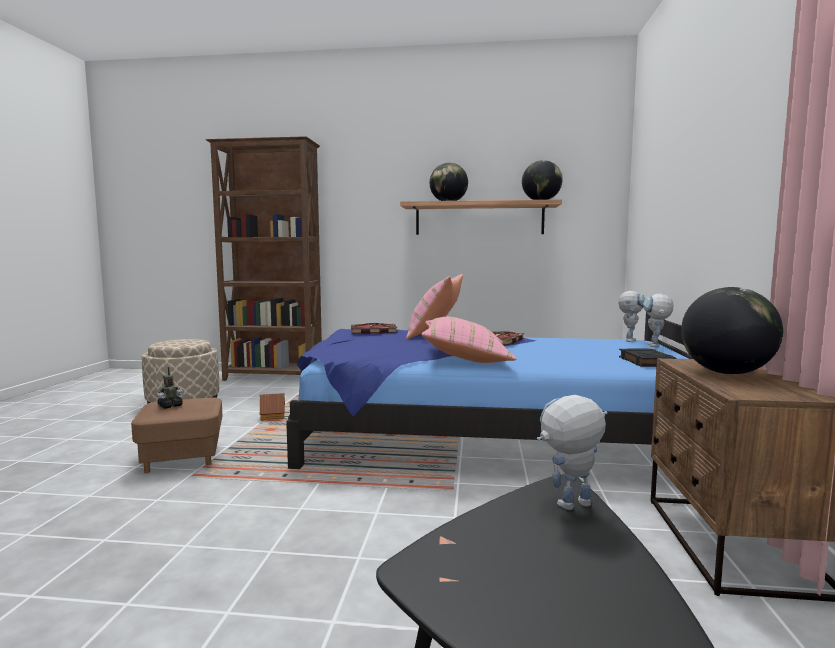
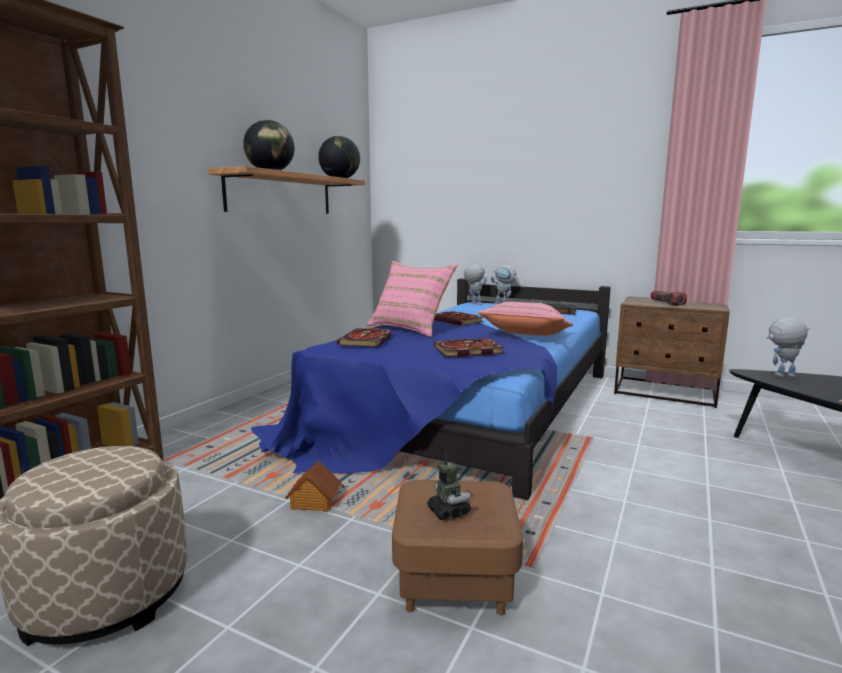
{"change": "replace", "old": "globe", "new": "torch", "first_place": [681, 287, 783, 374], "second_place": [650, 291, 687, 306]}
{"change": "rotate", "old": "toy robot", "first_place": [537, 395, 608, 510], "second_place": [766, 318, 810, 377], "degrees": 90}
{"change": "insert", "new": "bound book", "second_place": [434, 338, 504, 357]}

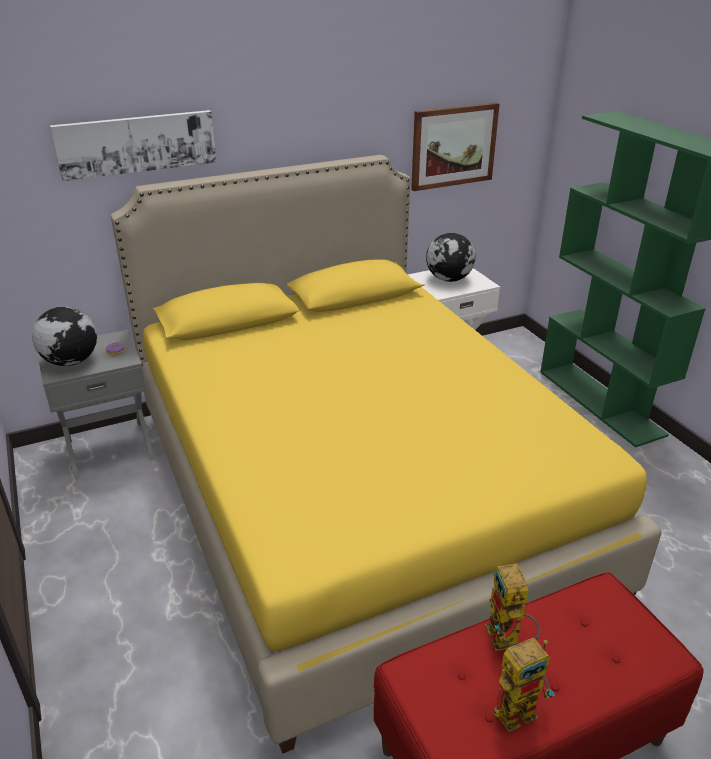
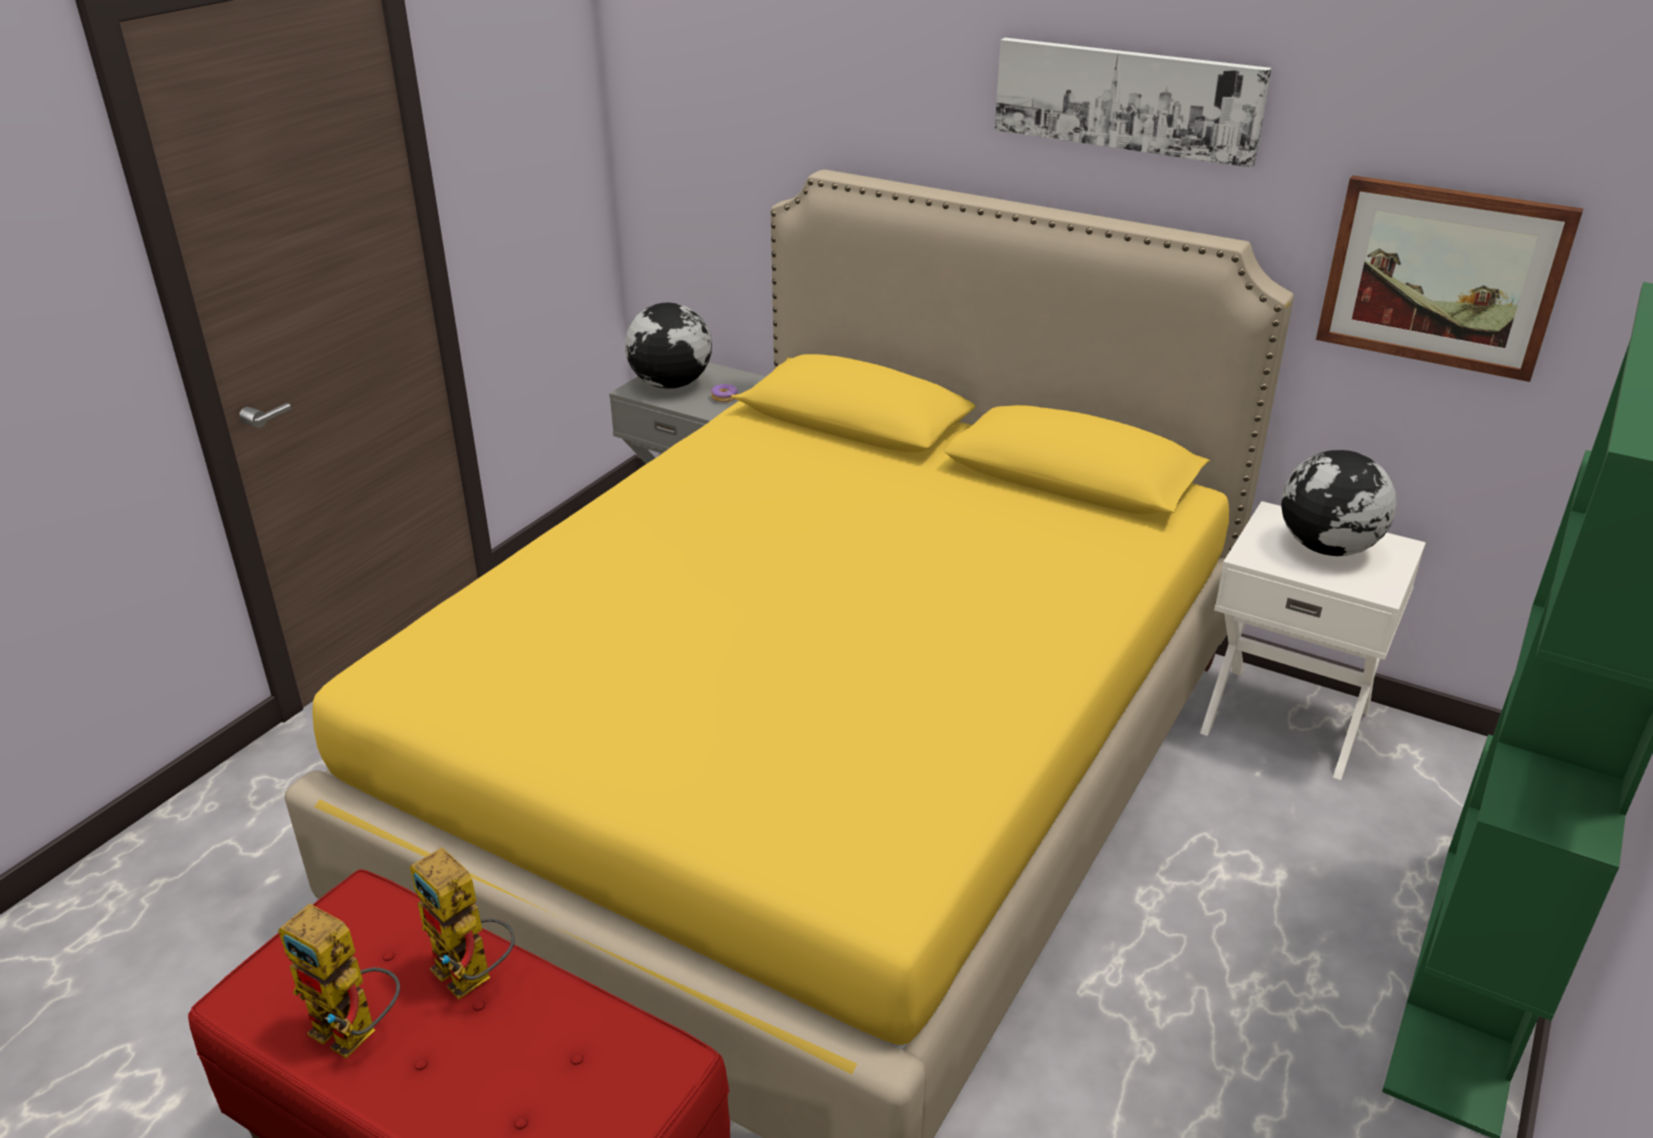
{"change": "move", "old": "wall art", "first_place": [50, 110, 217, 181], "second_place": [995, 38, 1272, 168]}
{"change": "rotate", "old": "toy robot", "first_place": [485, 563, 540, 651], "second_place": [410, 847, 515, 1000], "degrees": -90}

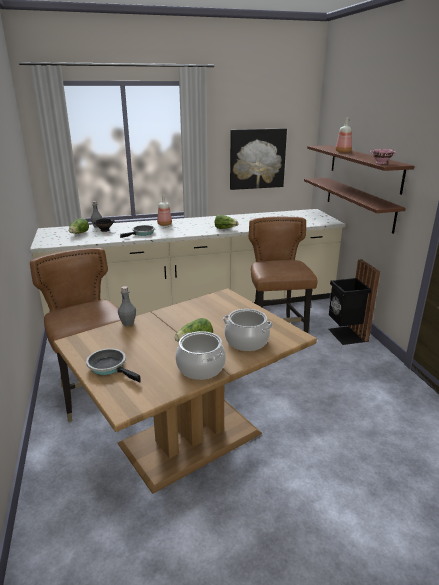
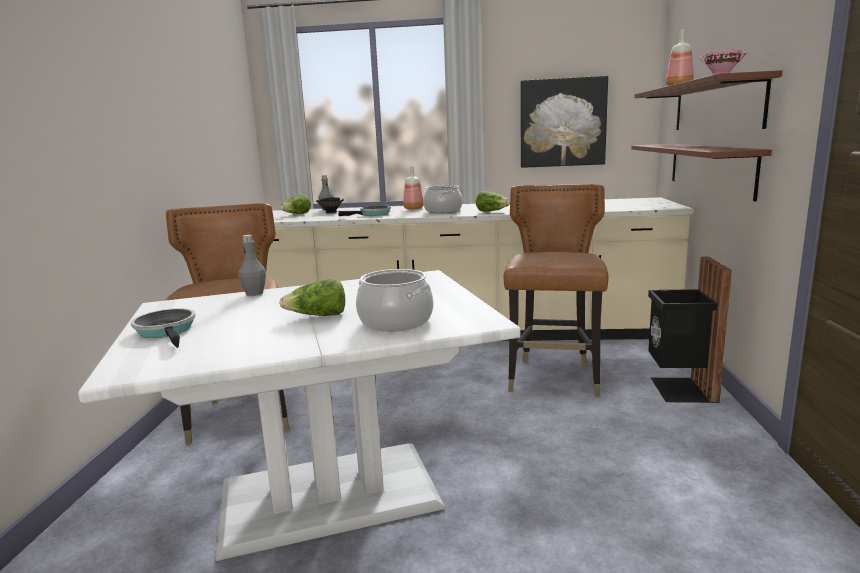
{"change": "recolor", "old": "brown-coloured kitchen table", "new": "white kitchen table", "first_place": [53, 289, 317, 494], "second_place": [78, 270, 521, 561]}
{"change": "move", "old": "saucepot", "first_place": [176, 331, 226, 380], "second_place": [423, 185, 462, 213]}

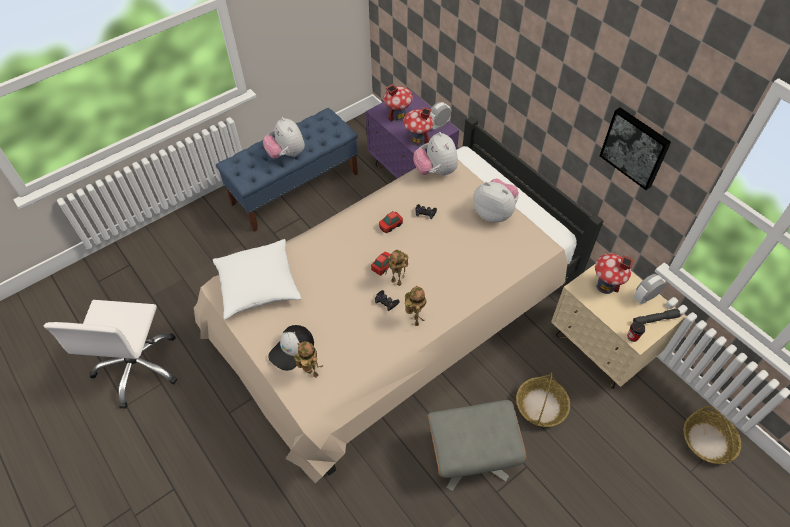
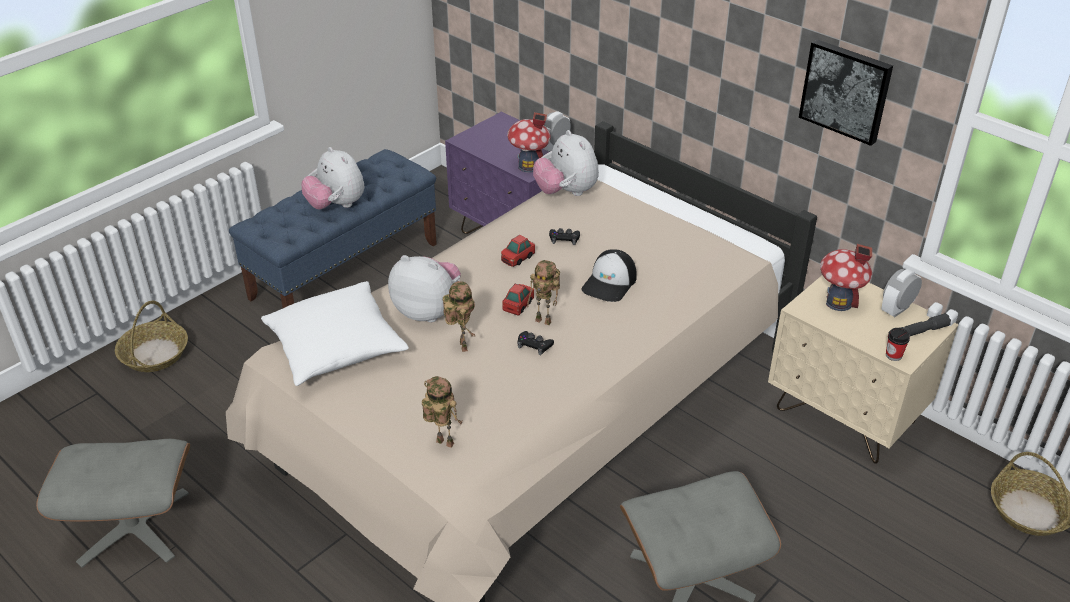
{"change": "delete", "old": "toy house", "first_place": [384, 84, 413, 121]}
{"change": "move", "old": "cuddly toy", "first_place": [473, 179, 519, 222], "second_place": [388, 255, 461, 322]}
{"change": "move", "old": "toy robot", "first_place": [405, 286, 427, 326], "second_place": [443, 281, 476, 352]}
{"change": "replace", "old": "white office chair", "new": "grey ottoman", "first_place": [44, 300, 177, 409], "second_place": [36, 439, 190, 568]}
{"change": "move", "old": "baseball cap", "first_place": [268, 325, 314, 371], "second_place": [581, 249, 637, 302]}
{"change": "move", "old": "storage basket", "first_place": [516, 372, 570, 427], "second_place": [115, 301, 188, 372]}

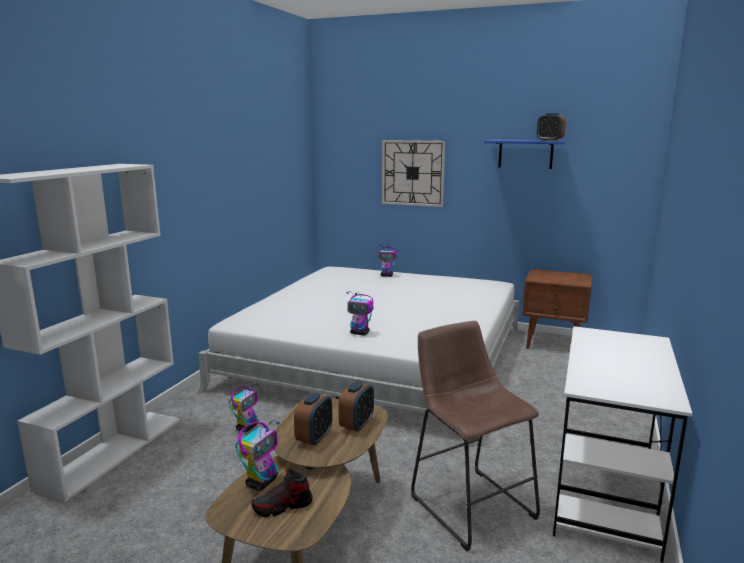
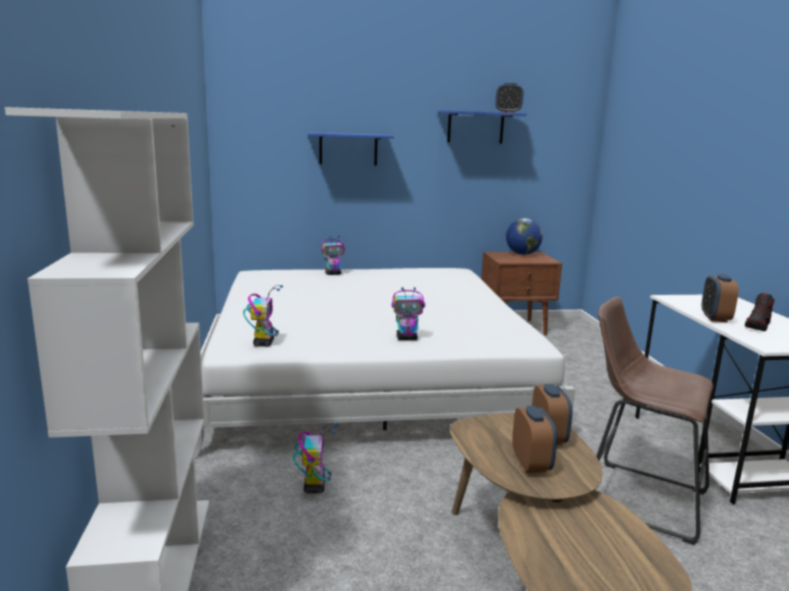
{"change": "replace", "old": "hanging clock", "new": "blue bracket shelf", "first_place": [382, 140, 445, 207], "second_place": [308, 132, 394, 165]}
{"change": "move", "old": "toy robot", "first_place": [235, 420, 280, 491], "second_place": [243, 285, 283, 347]}
{"change": "move", "old": "low shoe", "first_place": [251, 469, 313, 517], "second_place": [745, 293, 774, 331]}
{"change": "insert", "new": "globe", "second_place": [506, 218, 543, 255]}
{"change": "insert", "new": "bedside clock", "second_place": [702, 274, 739, 322]}

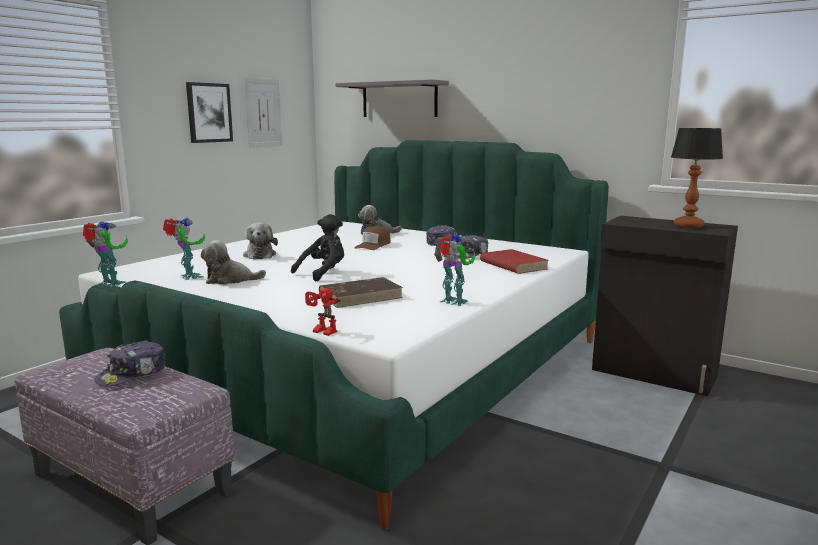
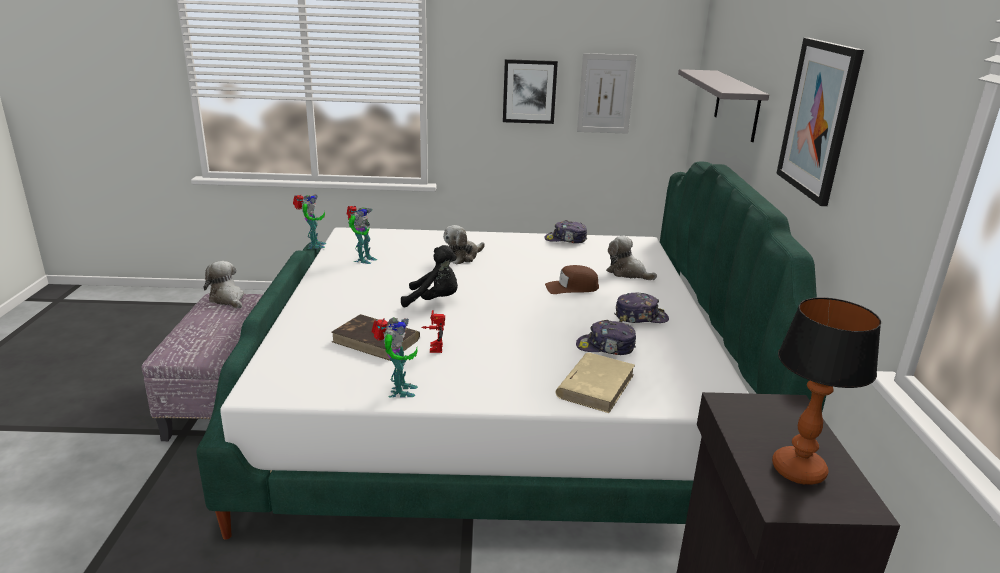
{"change": "move", "old": "cuddly toy", "first_place": [201, 240, 266, 285], "second_place": [204, 261, 244, 308]}
{"change": "recolor", "old": "red-coloured bound book", "new": "sand-coloured bound book", "first_place": [480, 249, 549, 274], "second_place": [555, 353, 635, 413]}
{"change": "move", "old": "toy robot", "first_place": [305, 288, 341, 336], "second_place": [421, 310, 445, 353]}
{"change": "move", "old": "baseball cap", "first_place": [94, 340, 165, 387], "second_place": [545, 220, 587, 243]}
{"change": "insert", "new": "wall art", "second_place": [776, 38, 864, 206]}

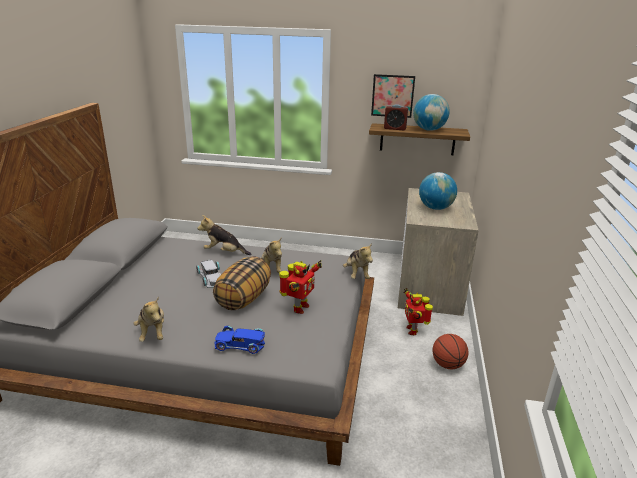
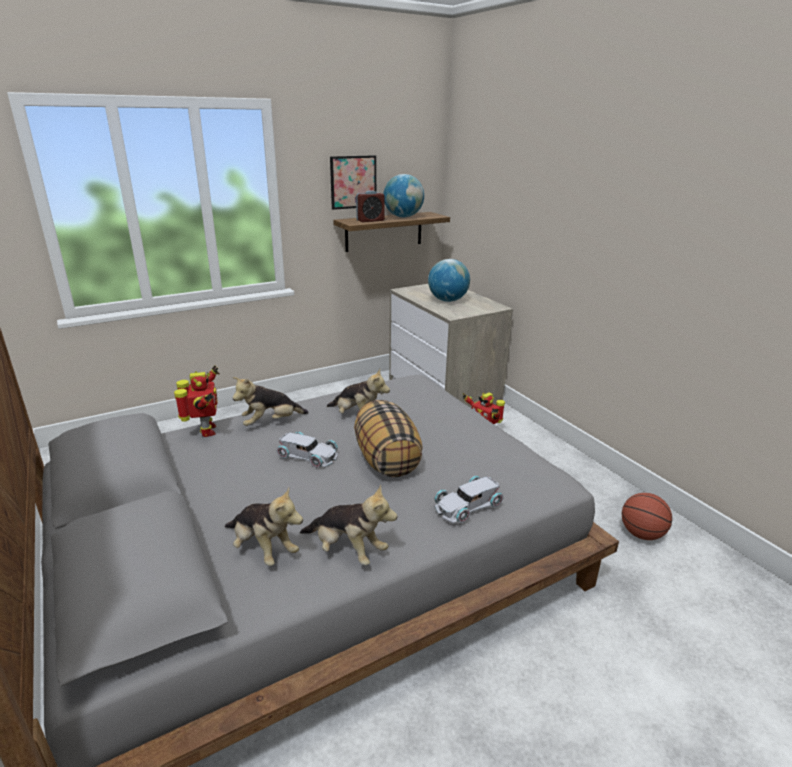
{"change": "move", "old": "cuddly toy", "first_place": [343, 243, 373, 279], "second_place": [225, 487, 303, 566]}
{"change": "move", "old": "toy robot", "first_place": [279, 260, 322, 314], "second_place": [174, 366, 219, 437]}
{"change": "recolor", "old": "blue toy car", "new": "white toy car", "first_place": [214, 325, 265, 354], "second_place": [434, 476, 503, 524]}
{"change": "move", "old": "basketball ball", "first_place": [433, 334, 469, 369], "second_place": [622, 493, 672, 540]}

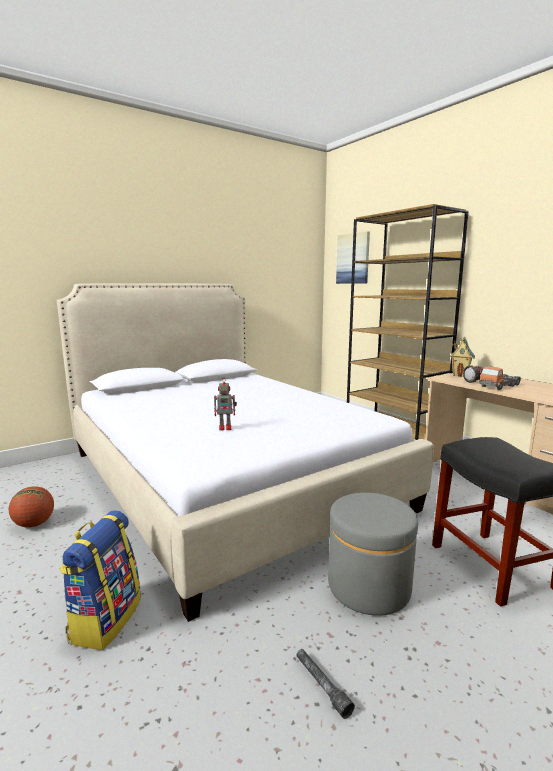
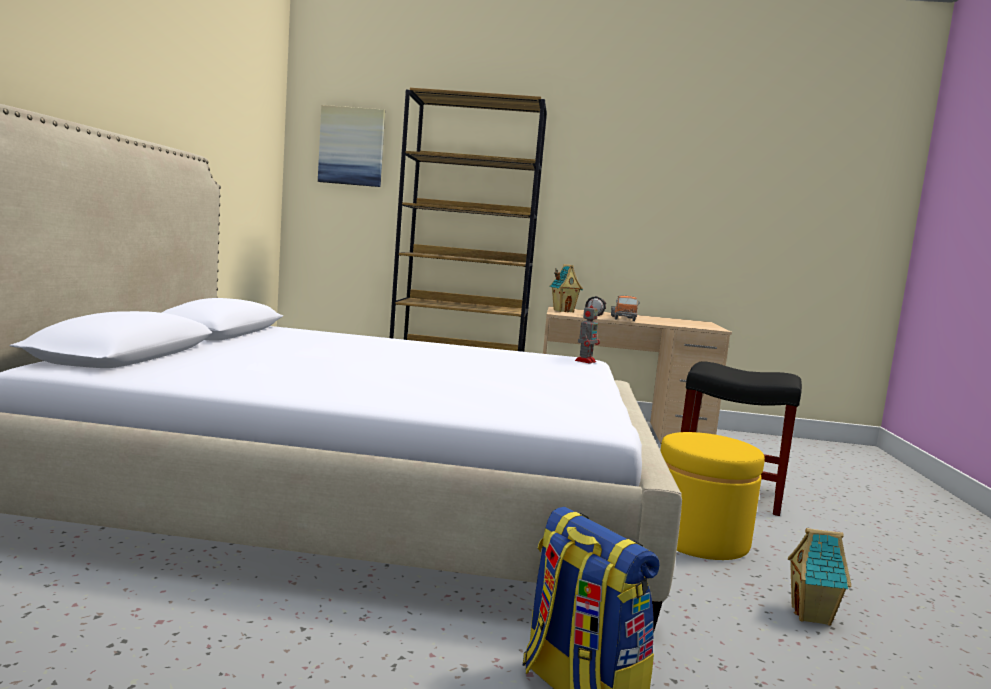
{"change": "move", "old": "toy robot", "first_place": [214, 379, 237, 430], "second_place": [575, 300, 600, 364]}
{"change": "delete", "old": "basketball ball", "first_place": [9, 486, 54, 527]}
{"change": "recolor", "old": "grey ottoman", "new": "yellow ottoman", "first_place": [328, 493, 418, 616], "second_place": [661, 432, 765, 560]}
{"change": "replace", "old": "grey torch", "new": "toy house", "first_place": [297, 649, 355, 719], "second_place": [788, 528, 851, 626]}

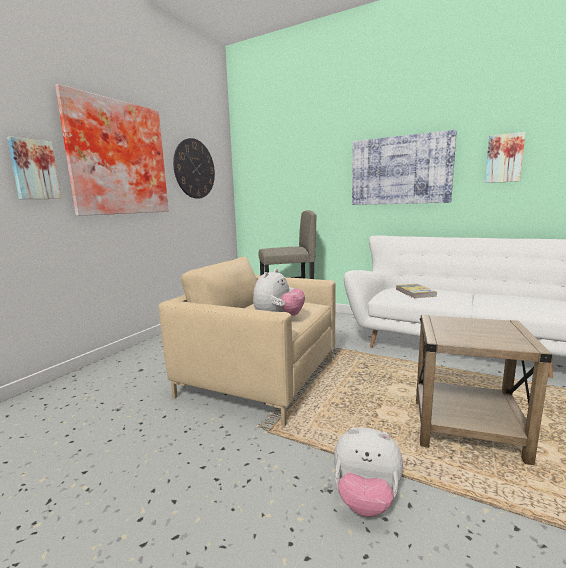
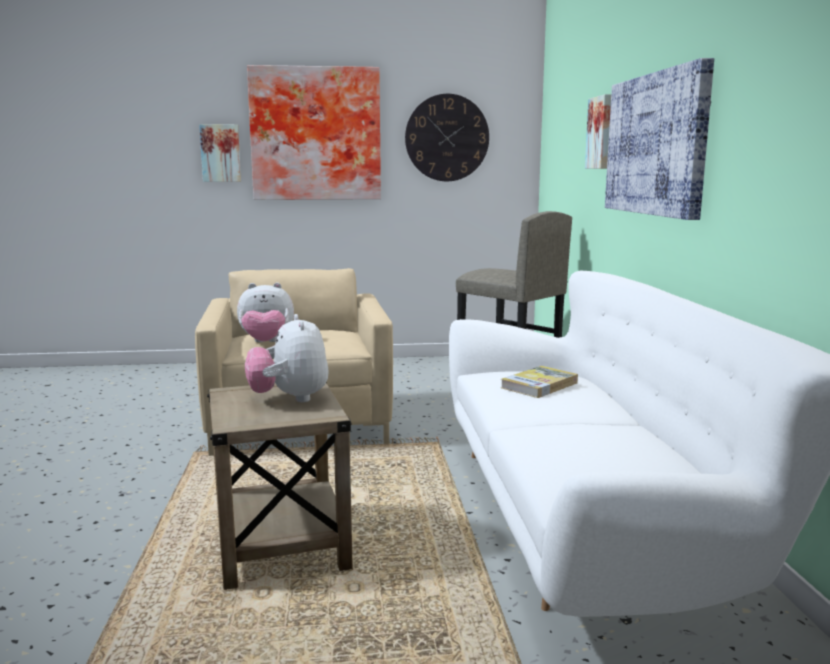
{"change": "move", "old": "wall art", "first_place": [485, 132, 526, 183], "second_place": [585, 94, 611, 169]}
{"change": "move", "old": "cuddly toy", "first_place": [334, 427, 403, 517], "second_place": [245, 314, 329, 402]}

